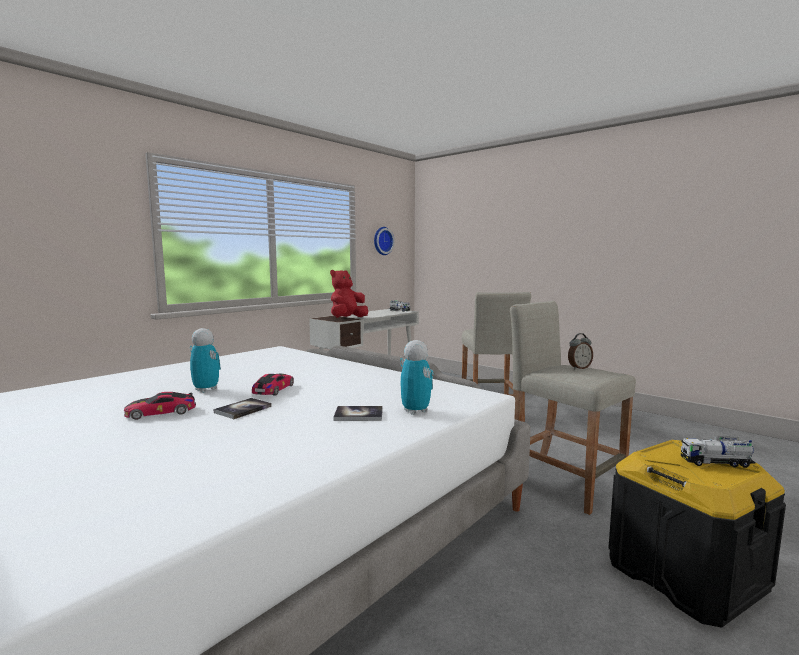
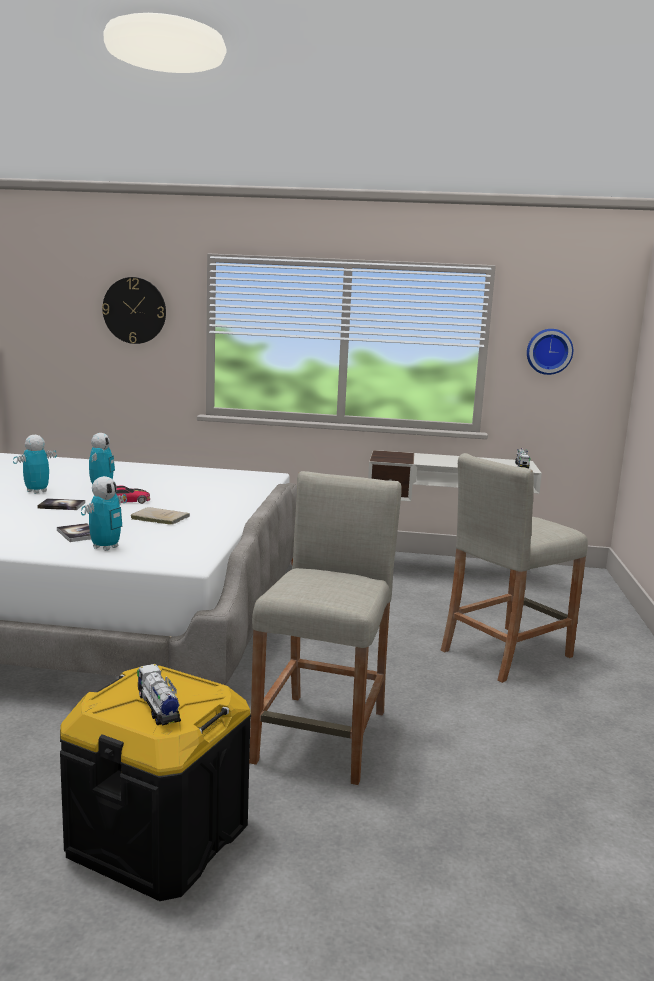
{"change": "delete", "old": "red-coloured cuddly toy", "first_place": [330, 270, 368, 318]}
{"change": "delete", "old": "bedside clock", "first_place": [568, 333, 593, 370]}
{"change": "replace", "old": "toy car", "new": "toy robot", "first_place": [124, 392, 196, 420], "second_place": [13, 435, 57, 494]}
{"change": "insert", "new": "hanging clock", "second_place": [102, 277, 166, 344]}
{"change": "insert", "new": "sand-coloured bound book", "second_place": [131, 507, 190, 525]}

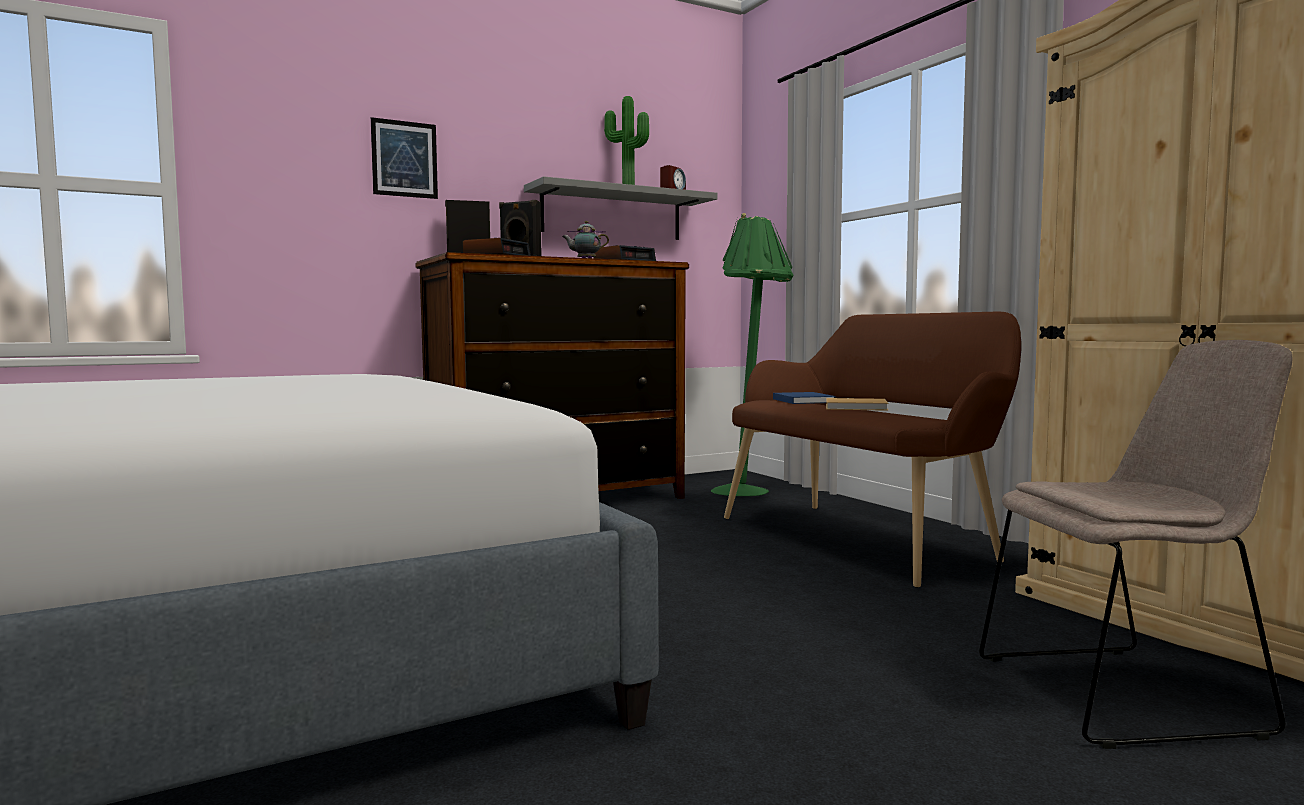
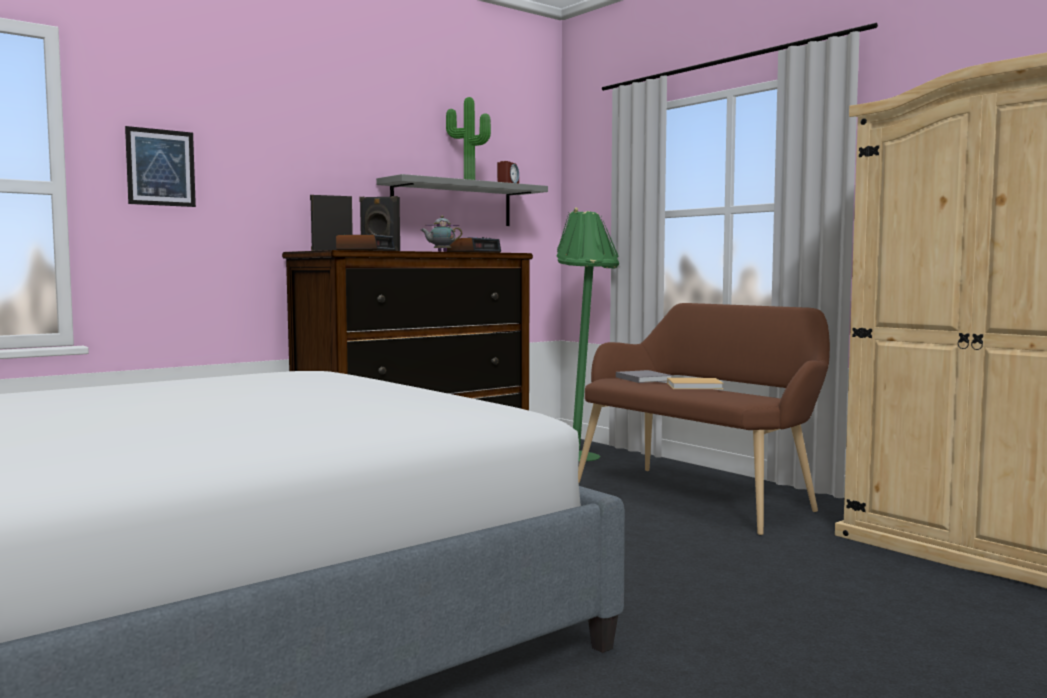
{"change": "move", "old": "wall art", "first_place": [371, 117, 438, 199], "second_place": [125, 126, 196, 207]}
{"change": "delete", "old": "sand-coloured chair", "first_place": [979, 340, 1292, 749]}
{"change": "recolor", "old": "blue bound book", "new": "grey bound book", "first_place": [773, 392, 835, 404], "second_place": [616, 370, 672, 383]}

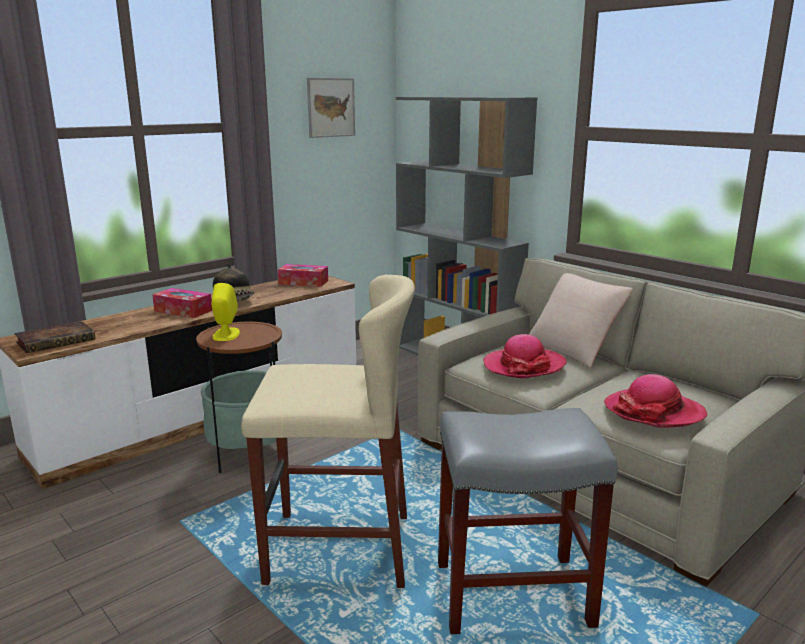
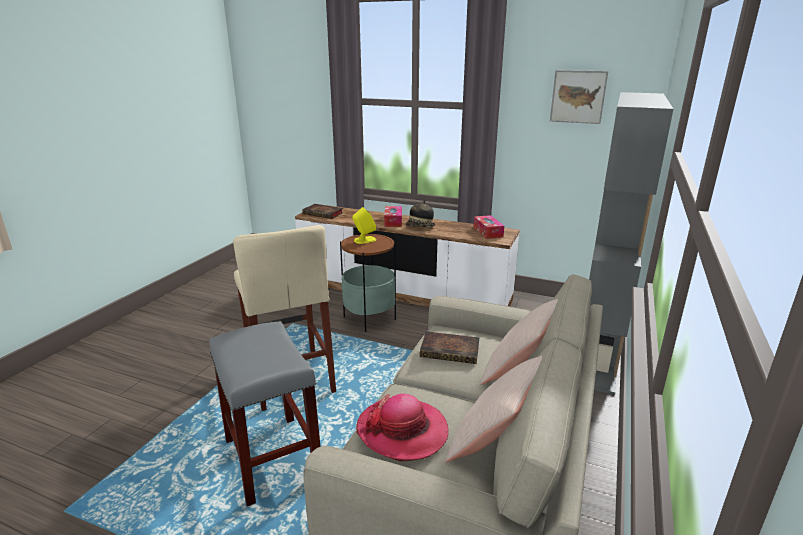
{"change": "replace", "old": "hat", "new": "bound book", "first_place": [483, 334, 567, 378], "second_place": [420, 331, 479, 364]}
{"change": "insert", "new": "sand-coloured throw pillow", "second_place": [445, 356, 542, 463]}

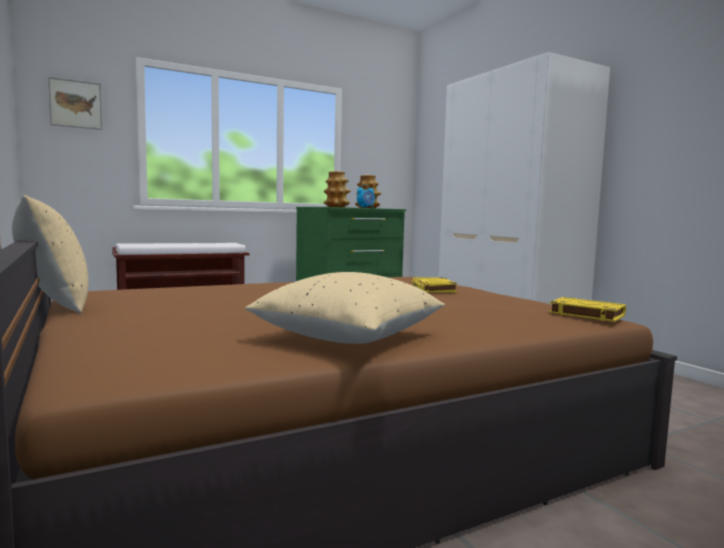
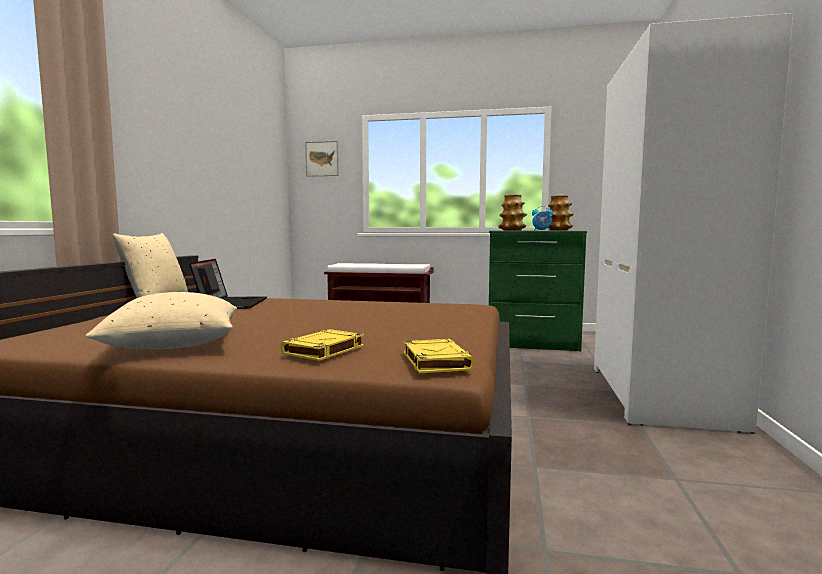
{"change": "move", "old": "yellow bound book", "first_place": [412, 277, 458, 293], "second_place": [281, 329, 364, 361]}
{"change": "insert", "new": "portable computer", "second_place": [189, 259, 267, 309]}

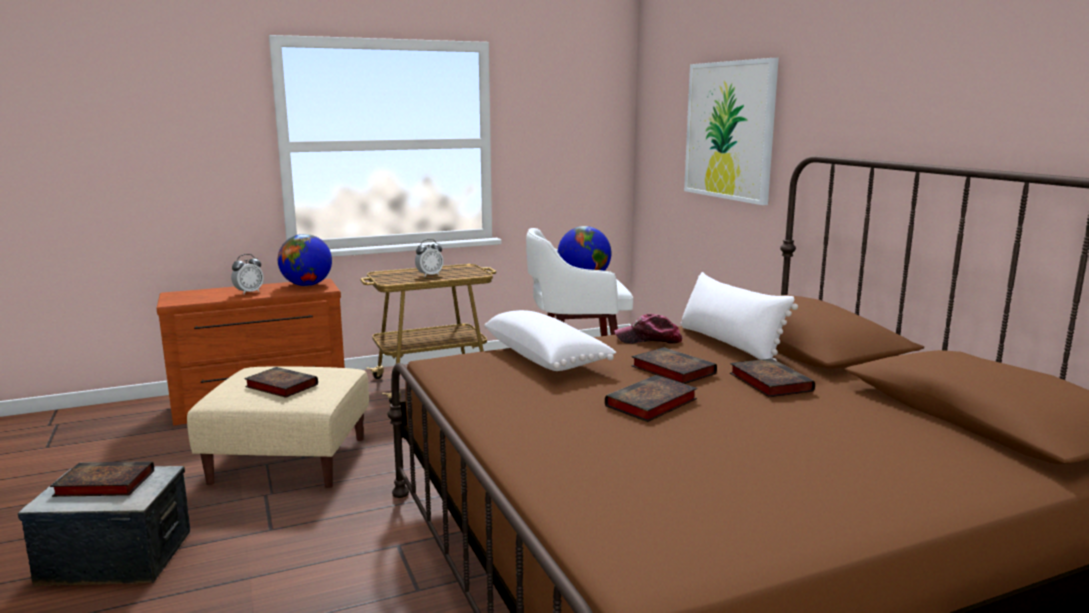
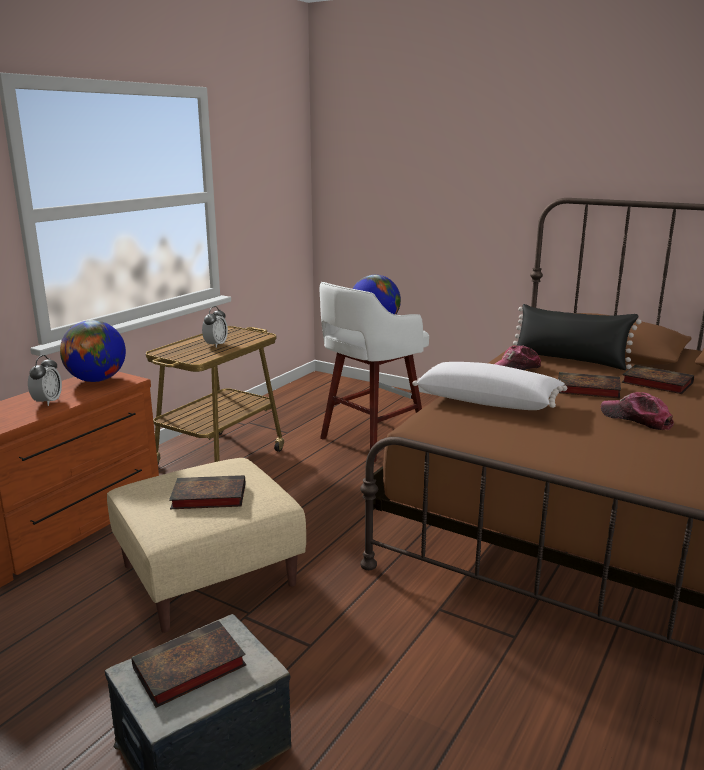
{"change": "delete", "old": "wall art", "first_place": [684, 58, 779, 205]}
{"change": "recolor", "old": "white throw pillow", "new": "black throw pillow", "first_place": [680, 272, 798, 361], "second_place": [513, 304, 641, 370]}
{"change": "replace", "old": "bound book", "new": "baseball cap", "first_place": [605, 375, 697, 422], "second_place": [601, 392, 674, 431]}

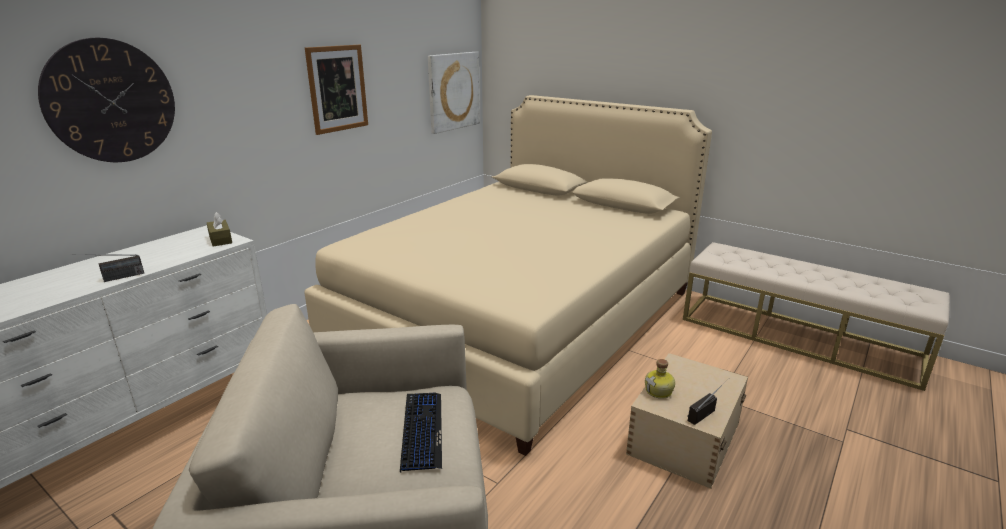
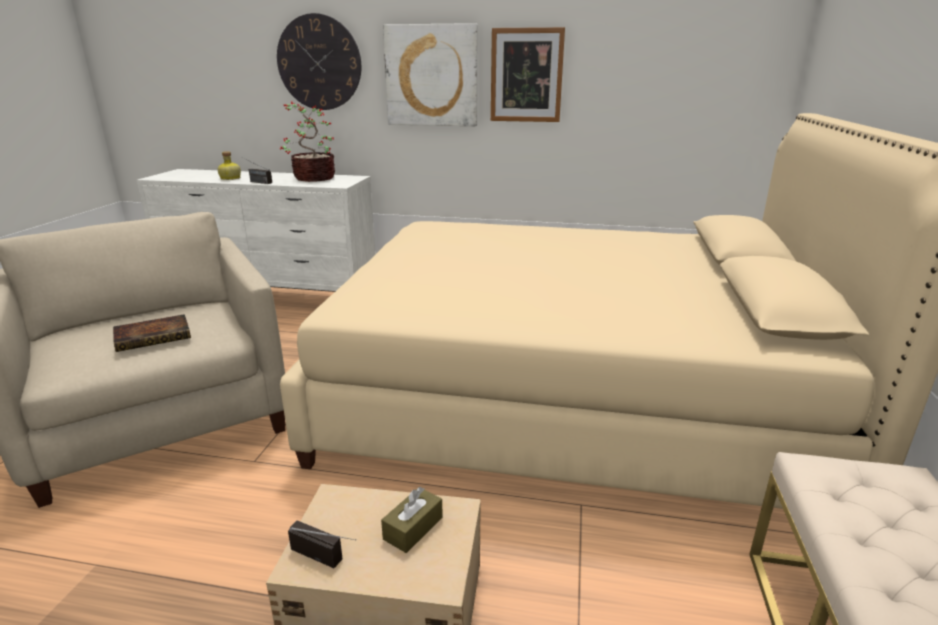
{"change": "move", "old": "wall art", "first_place": [428, 52, 480, 134], "second_place": [383, 23, 478, 127]}
{"change": "move", "old": "brown-coloured tissue box", "first_place": [207, 212, 232, 247], "second_place": [381, 487, 443, 553]}
{"change": "move", "old": "bottle", "first_place": [645, 359, 675, 399], "second_place": [217, 151, 241, 180]}
{"change": "replace", "old": "computer keyboard", "new": "bound book", "first_place": [400, 392, 442, 472], "second_place": [113, 314, 191, 352]}
{"change": "insert", "new": "houseplant", "second_place": [279, 102, 335, 182]}

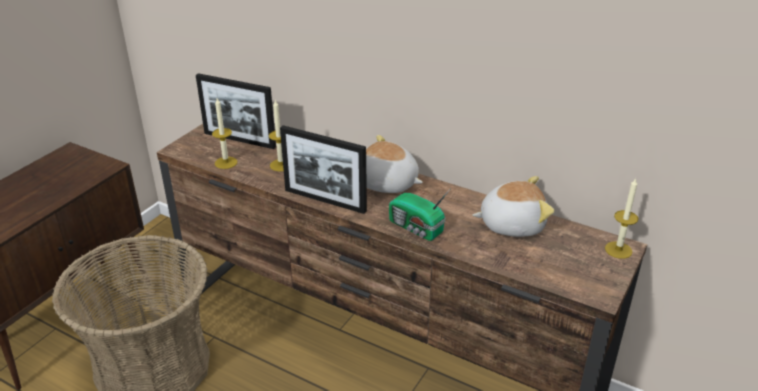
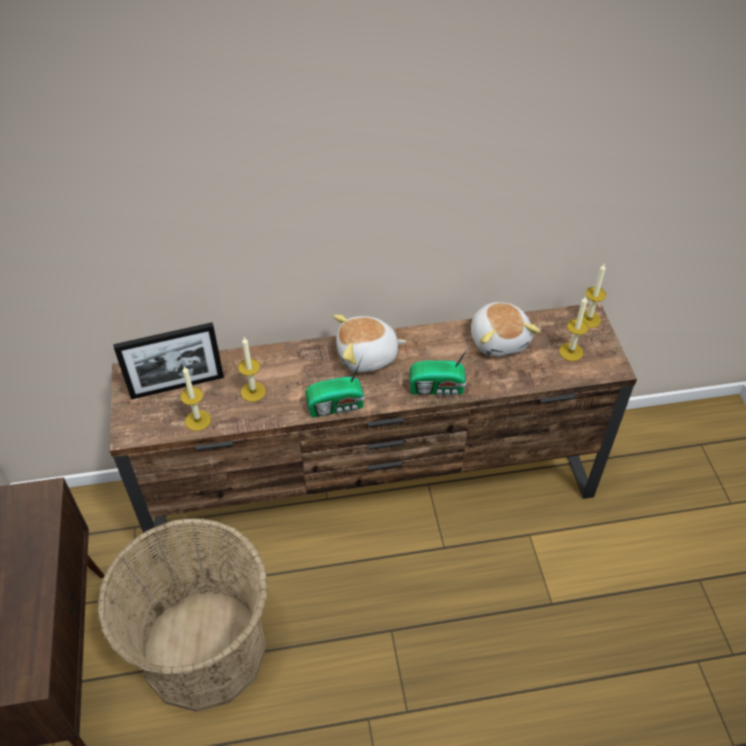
{"change": "replace", "old": "photo frame", "new": "radio set", "first_place": [280, 125, 367, 214], "second_place": [305, 356, 365, 417]}
{"change": "rotate", "old": "cuddly toy", "first_place": [472, 176, 554, 237], "second_place": [471, 302, 540, 357], "degrees": 120}
{"change": "insert", "new": "wax candle", "second_place": [559, 296, 588, 361]}

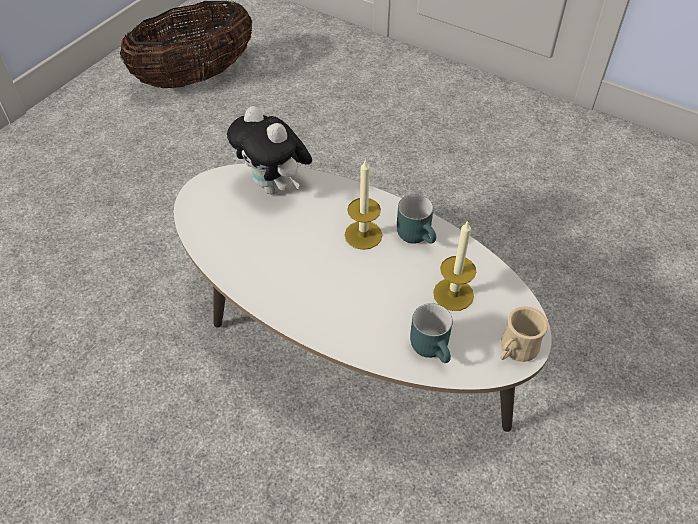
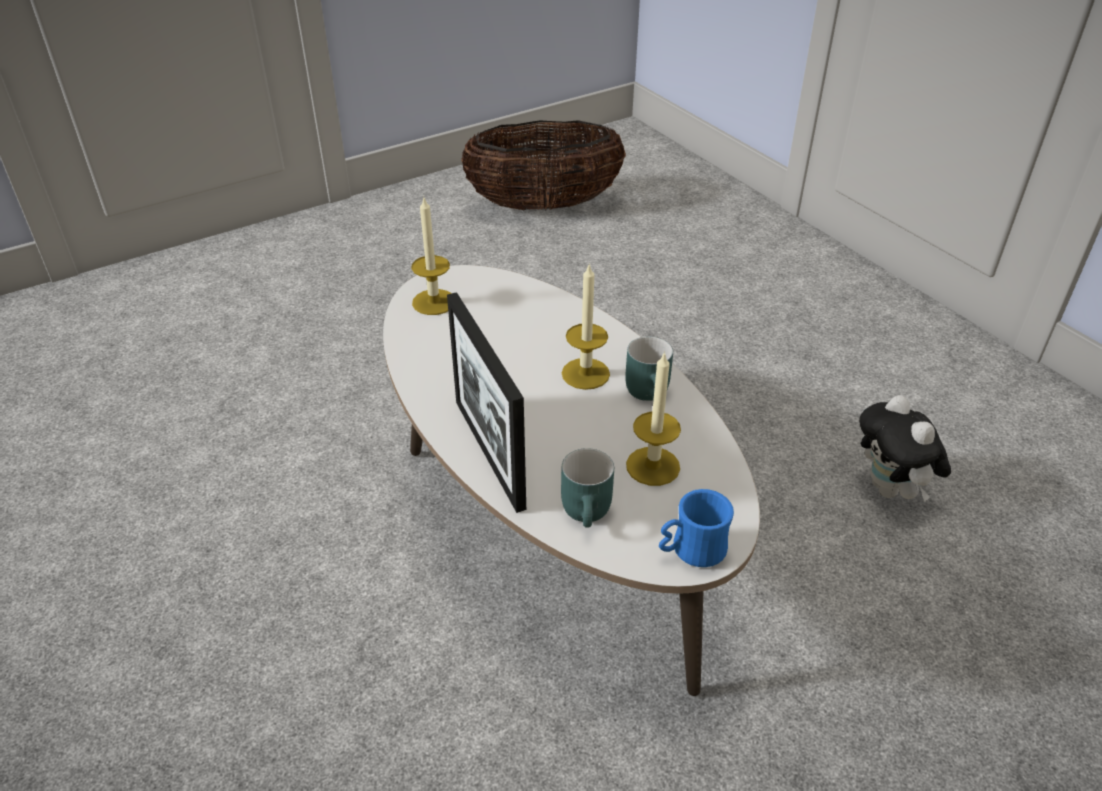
{"change": "move", "old": "cuddly toy", "first_place": [227, 106, 312, 195], "second_place": [859, 395, 951, 502]}
{"change": "recolor", "old": "sand-coloured coffee mug", "new": "blue coffee mug", "first_place": [500, 306, 548, 362], "second_place": [659, 489, 734, 567]}
{"change": "insert", "new": "wax candle", "second_place": [411, 196, 452, 315]}
{"change": "insert", "new": "photo frame", "second_place": [447, 292, 526, 513]}

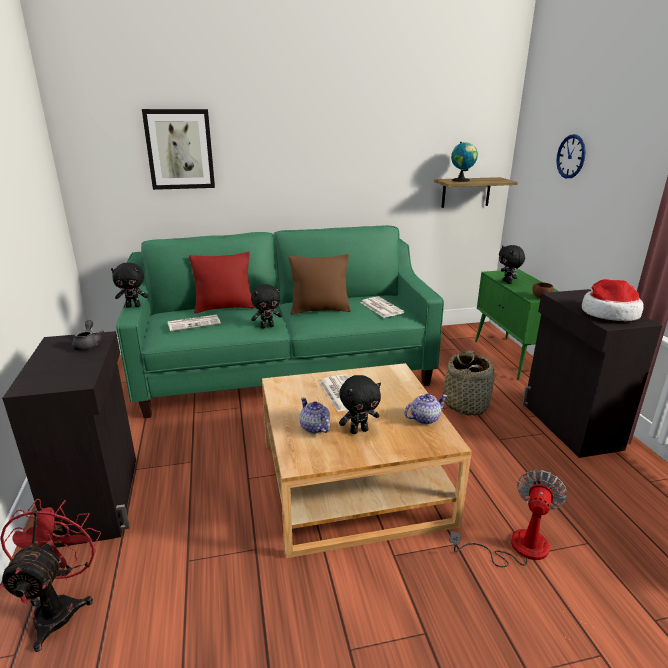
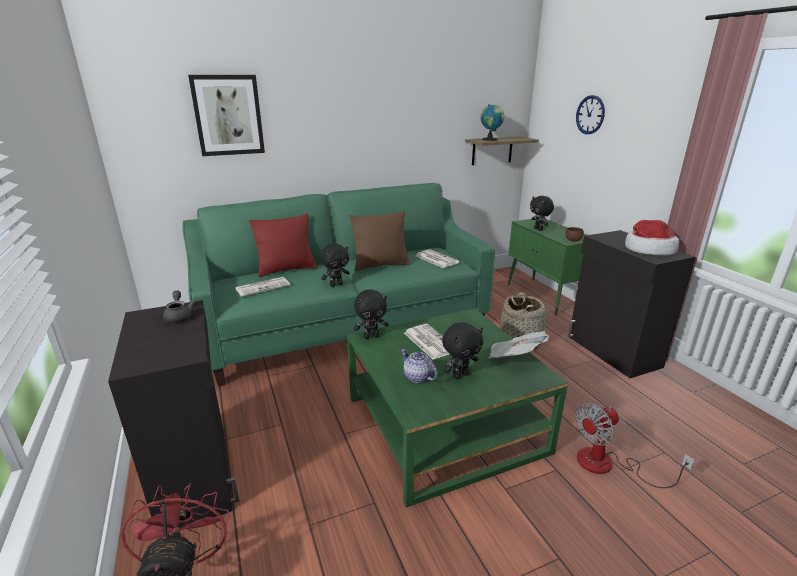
{"change": "move", "old": "black cuddly toy", "first_place": [111, 262, 148, 308], "second_place": [354, 290, 389, 339]}
{"change": "recolor", "old": "sand-coloured lounge table", "new": "greenish lounge table", "first_place": [262, 363, 472, 559], "second_place": [347, 309, 568, 507]}
{"change": "replace", "old": "tea pot", "new": "newspaper", "first_place": [405, 394, 447, 425], "second_place": [488, 331, 549, 358]}
{"change": "rotate", "old": "cooling fan", "first_place": [449, 470, 567, 567], "second_place": [576, 403, 694, 488], "degrees": -135}

